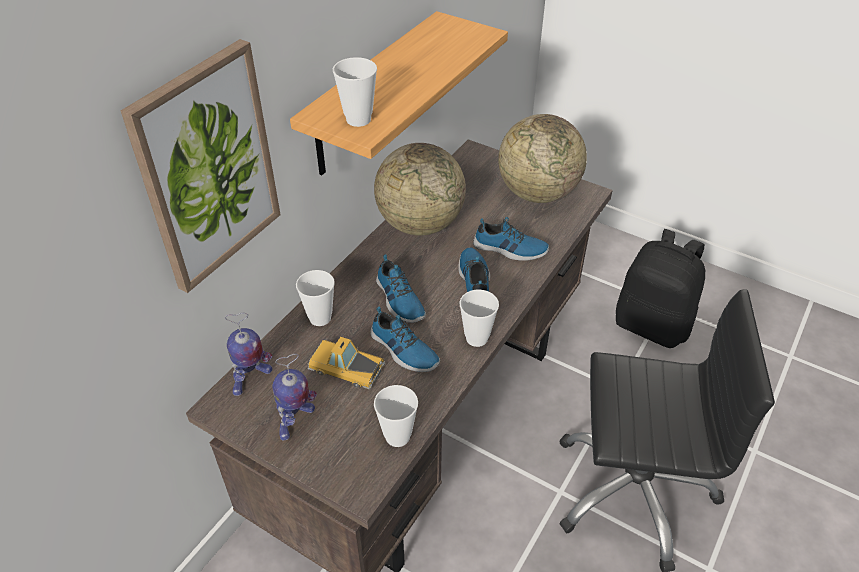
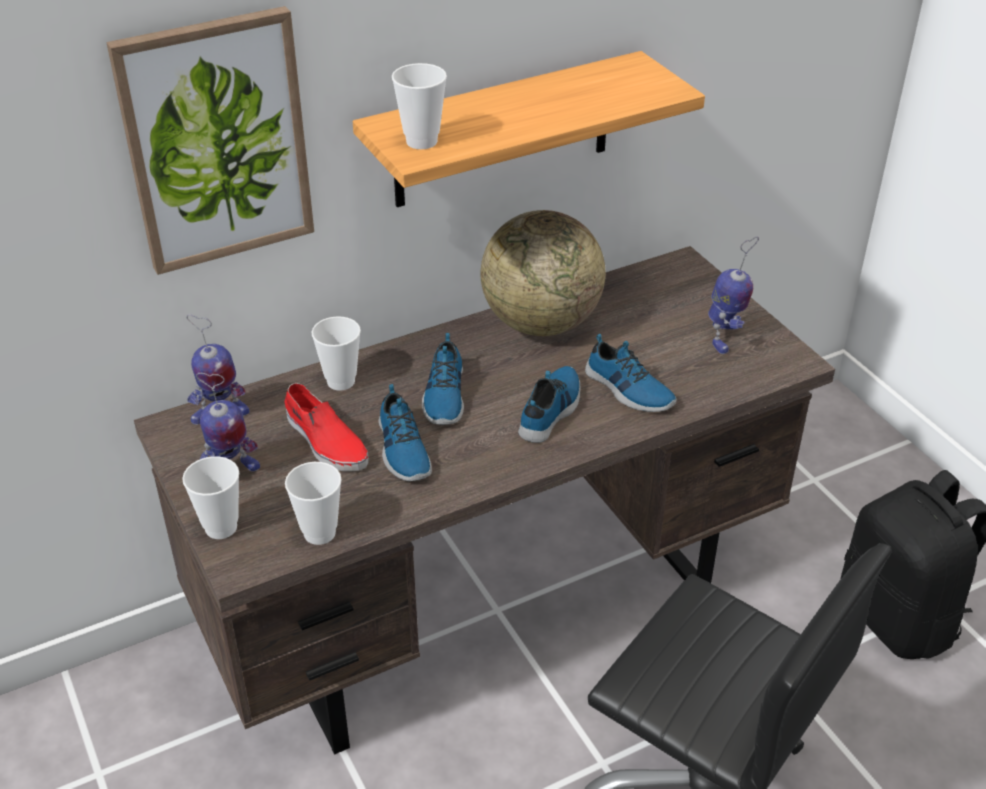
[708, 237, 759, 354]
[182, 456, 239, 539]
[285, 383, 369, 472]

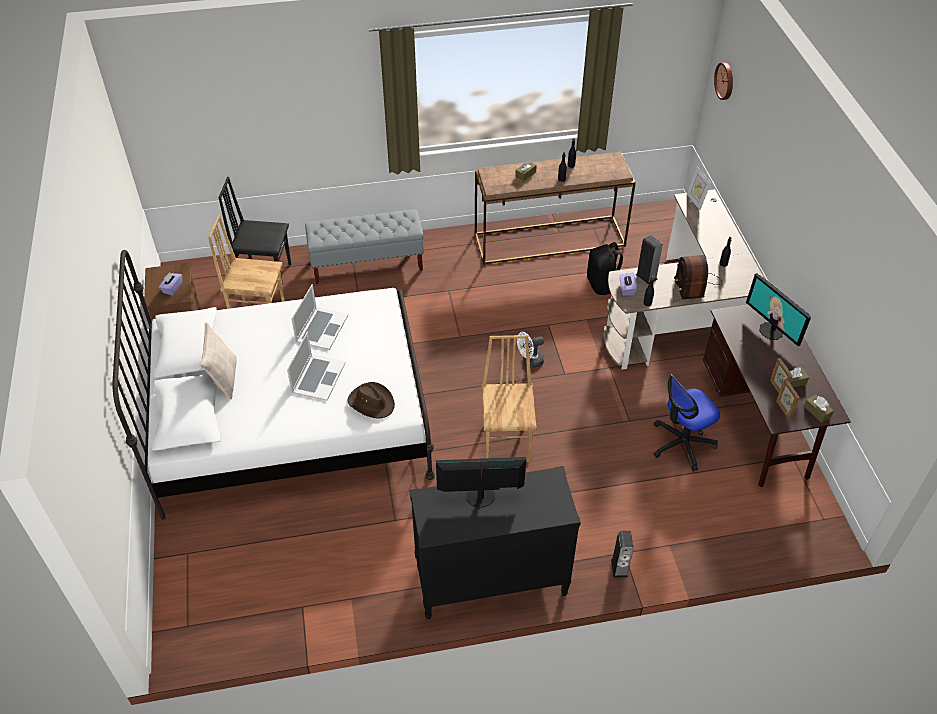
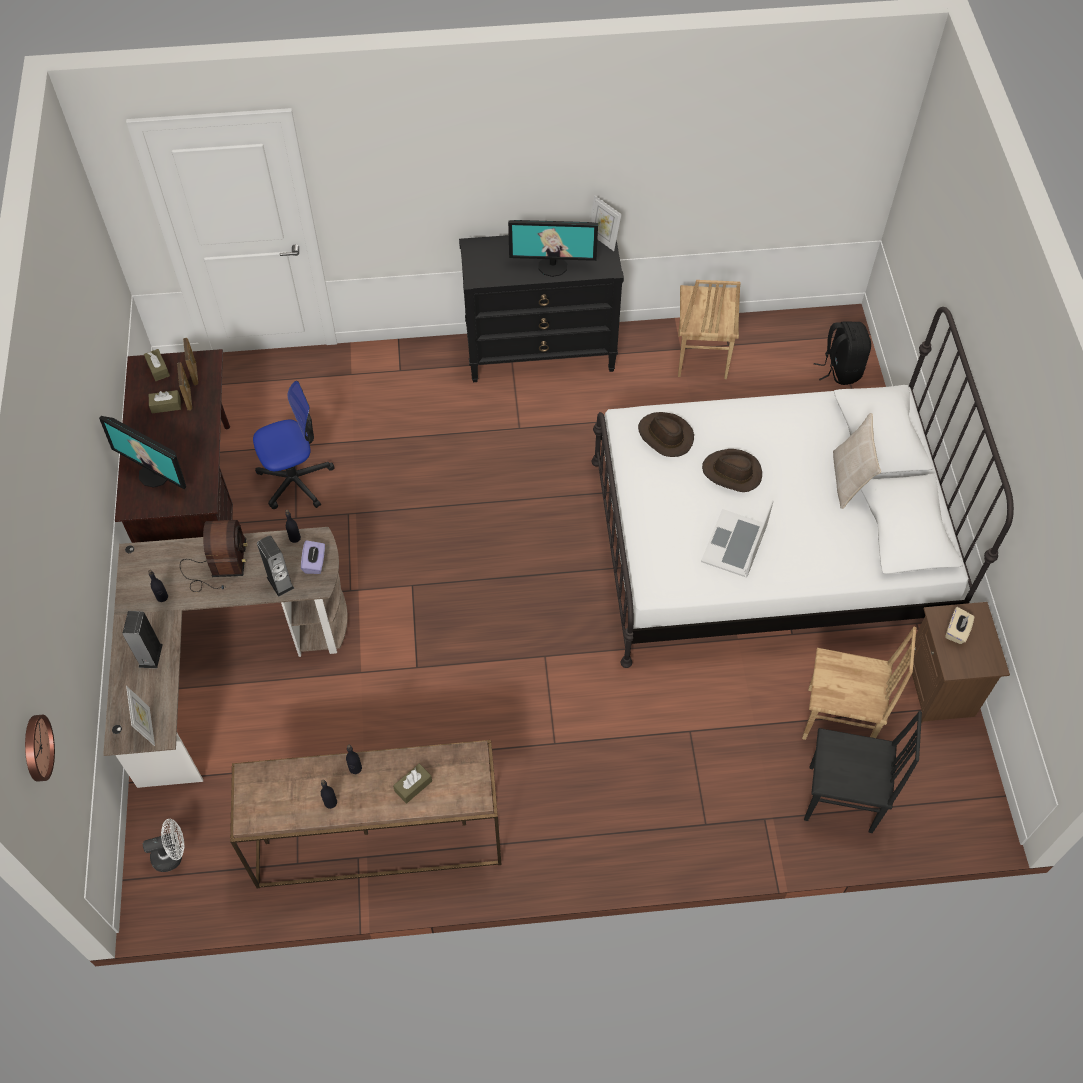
[305, 209, 424, 284] (first image)
[814, 322, 871, 385]
[945, 607, 974, 644]
[99, 416, 186, 489]
[702, 449, 762, 492]
[143, 819, 184, 872]
[678, 280, 741, 379]
[122, 611, 163, 669]
[590, 195, 622, 251]

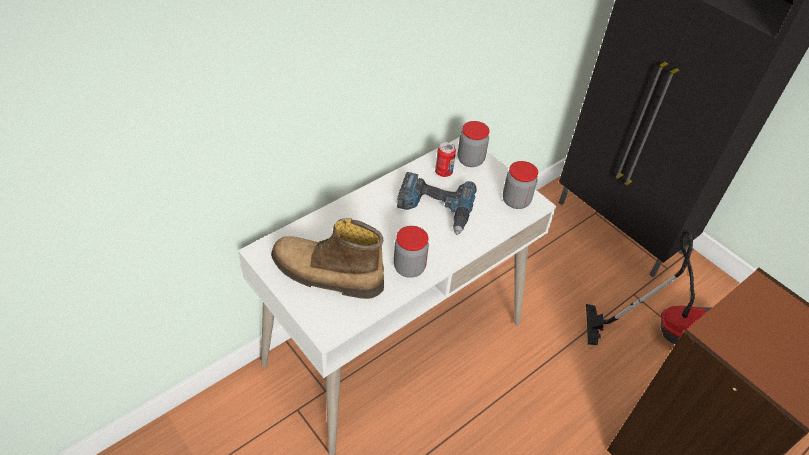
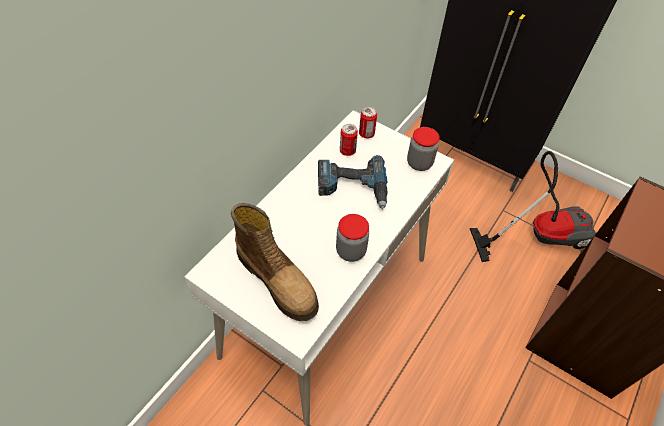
[359, 107, 377, 138]
[231, 203, 319, 321]

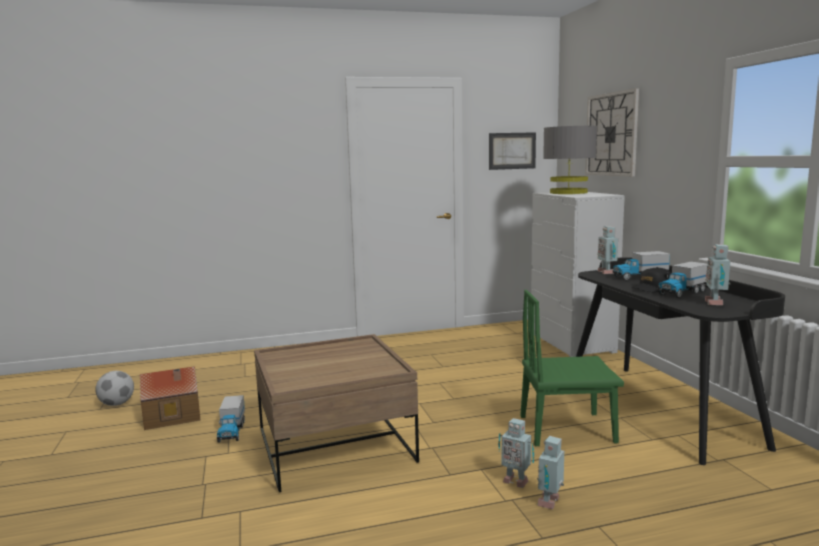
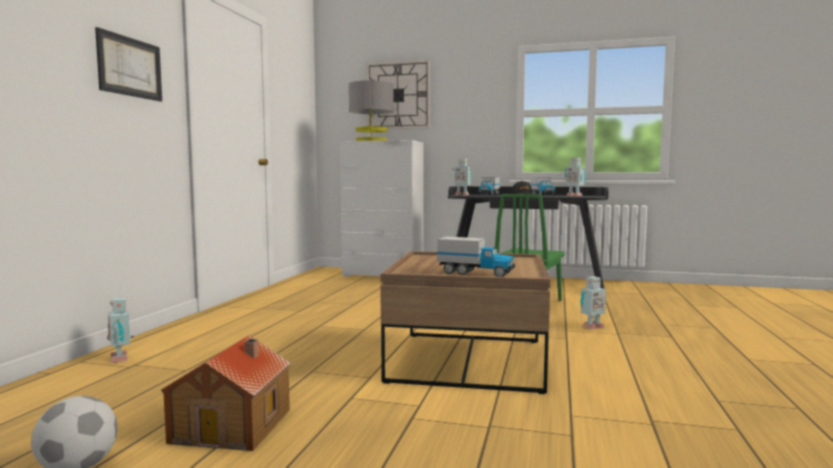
[95, 27, 162, 102]
[437, 237, 516, 277]
[107, 297, 134, 363]

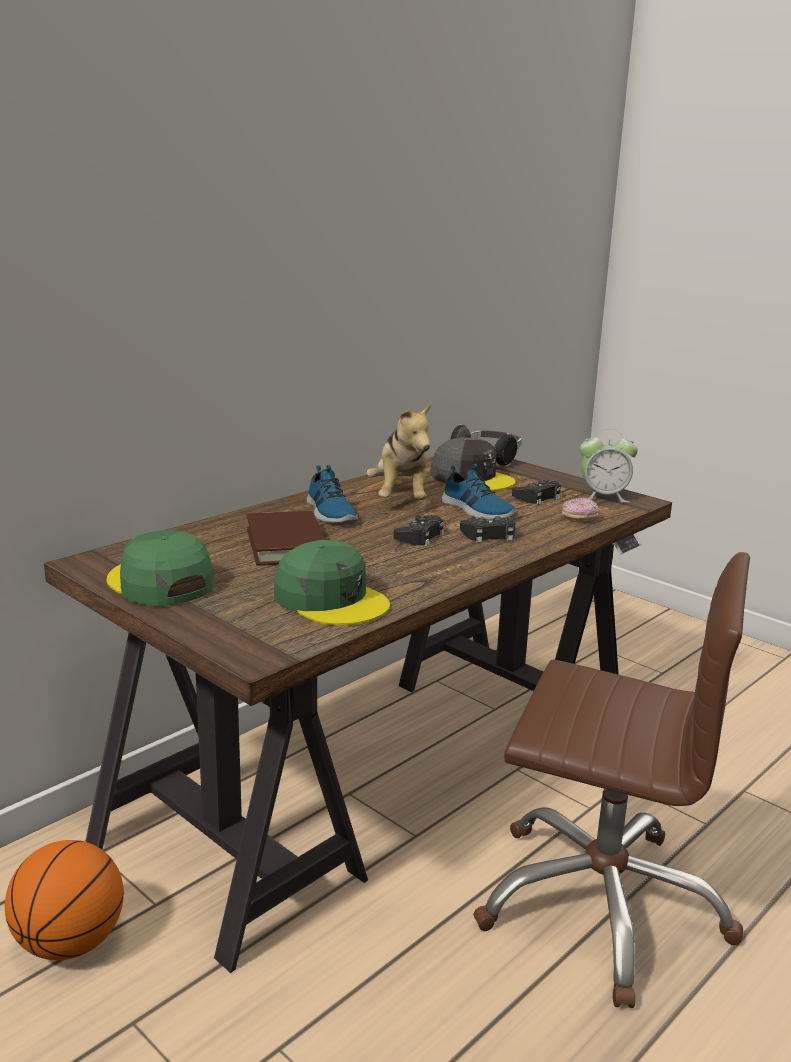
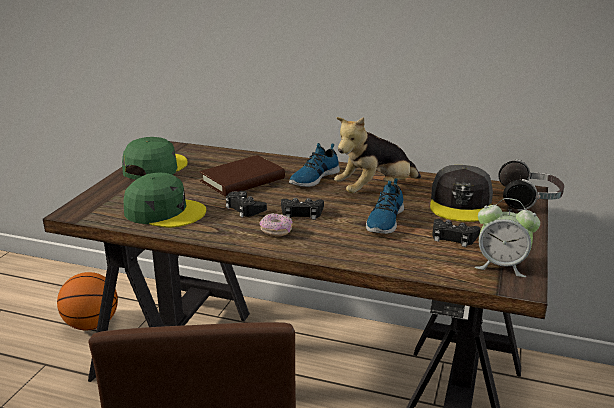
[475, 198, 540, 277]
[260, 213, 292, 237]
[226, 191, 267, 217]
[124, 172, 206, 228]

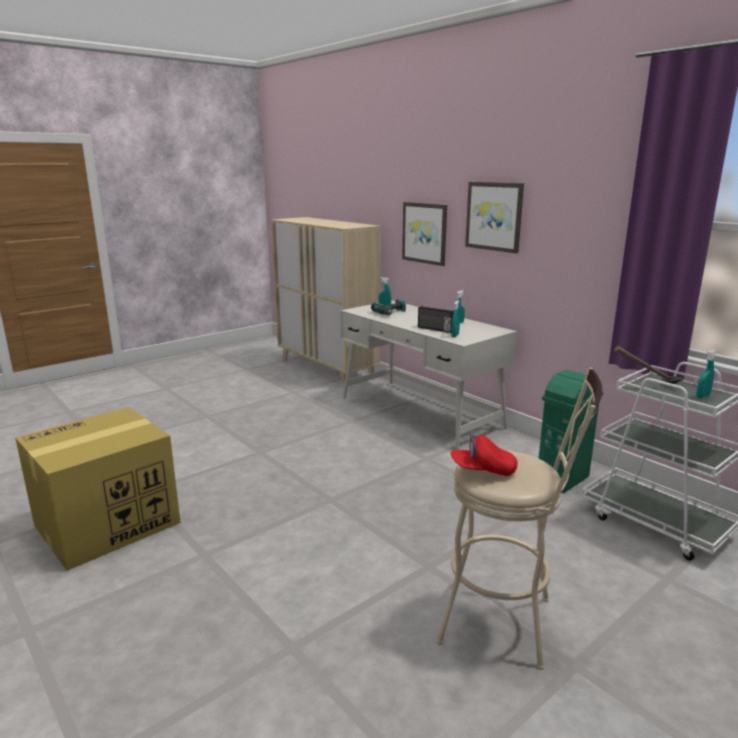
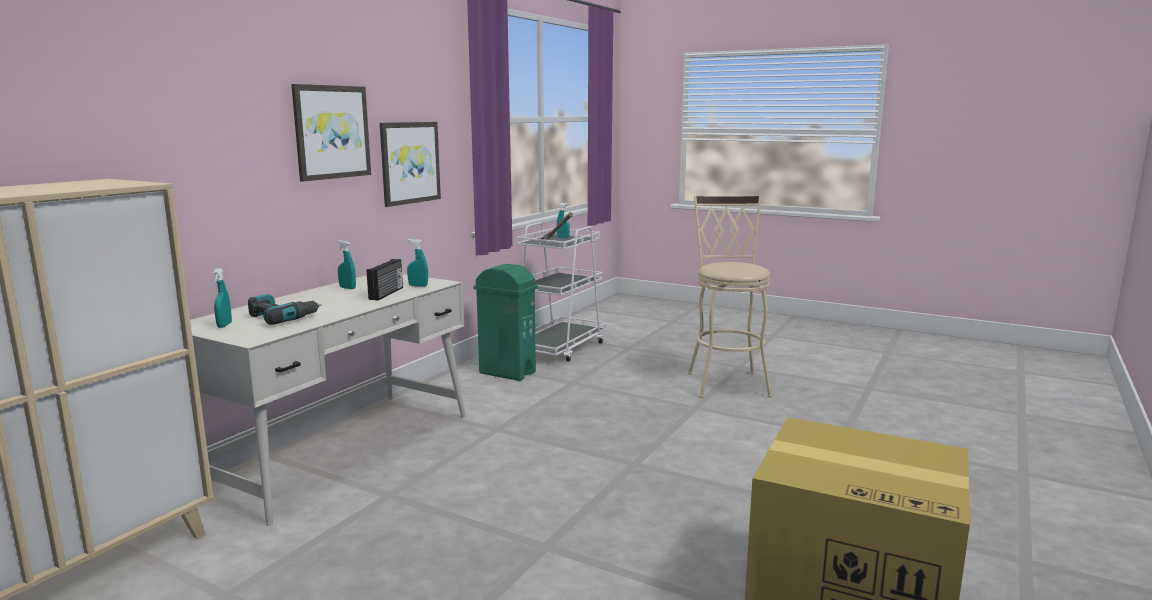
[380, 122, 441, 207]
[451, 431, 517, 476] (first image)

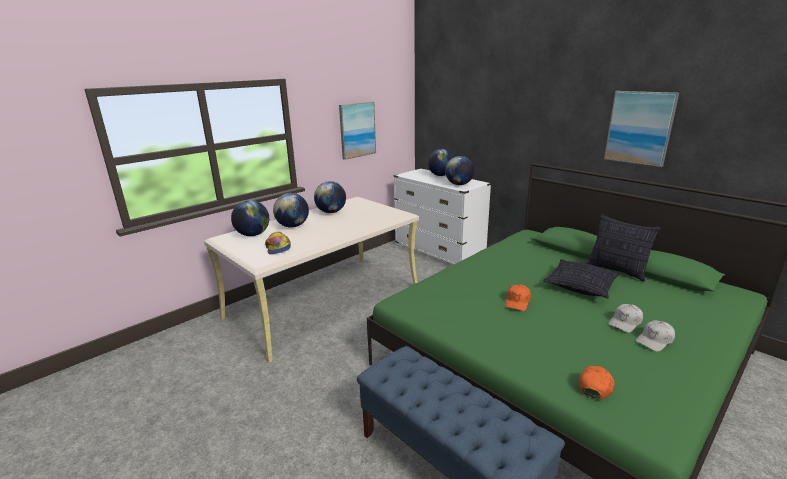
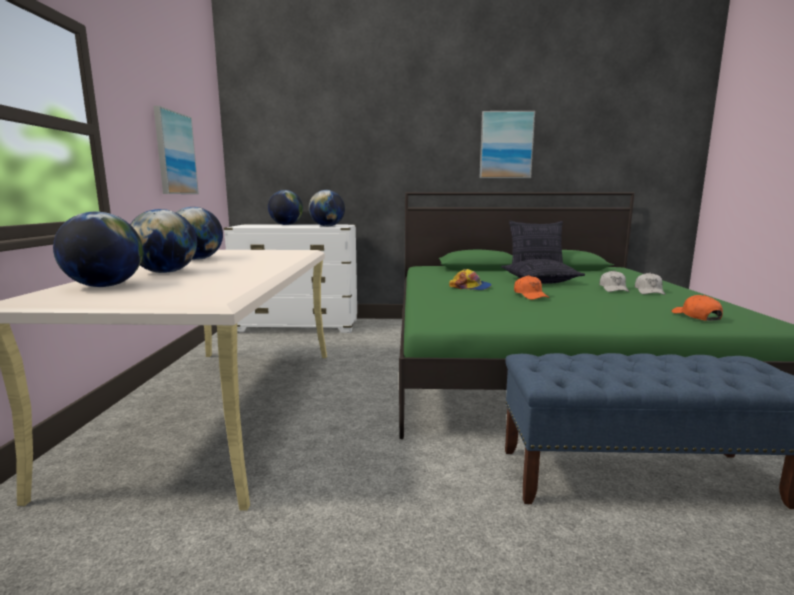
[449, 269, 492, 290]

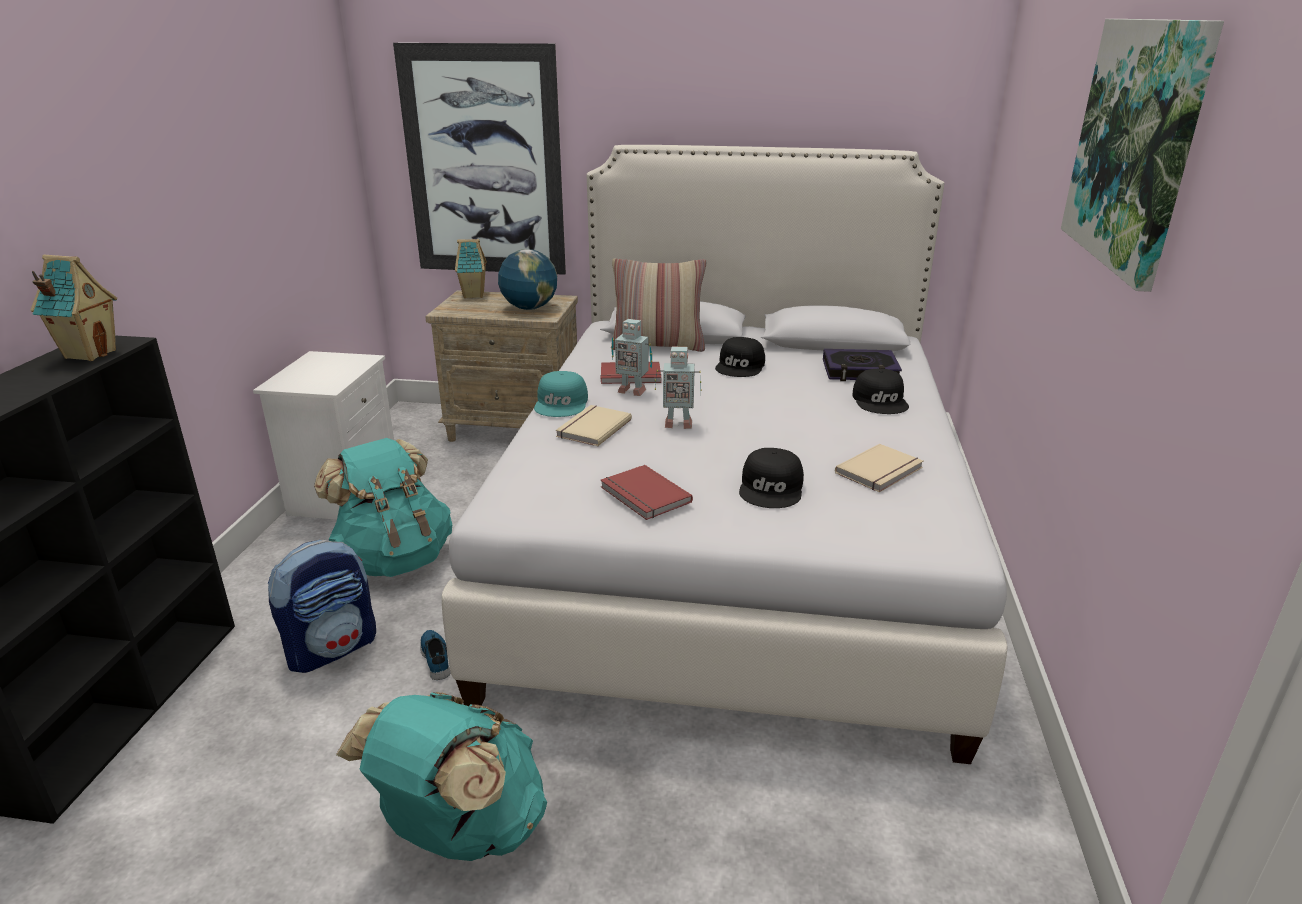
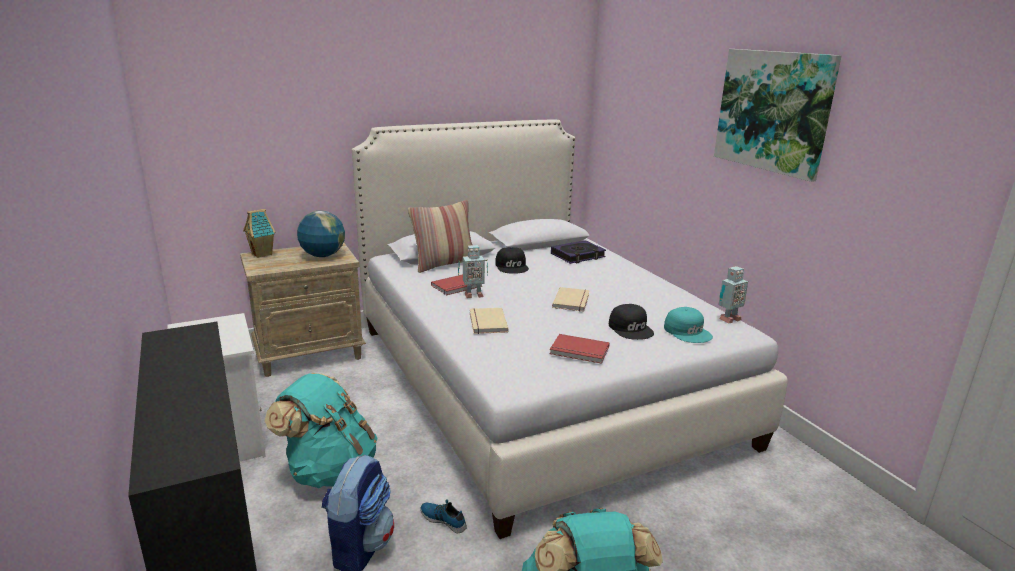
[393, 43, 566, 275] (first image)
[31, 254, 117, 361] (first image)
[718, 266, 748, 323]
[853, 369, 909, 414] (first image)
[664, 307, 713, 343]
[552, 287, 590, 311]

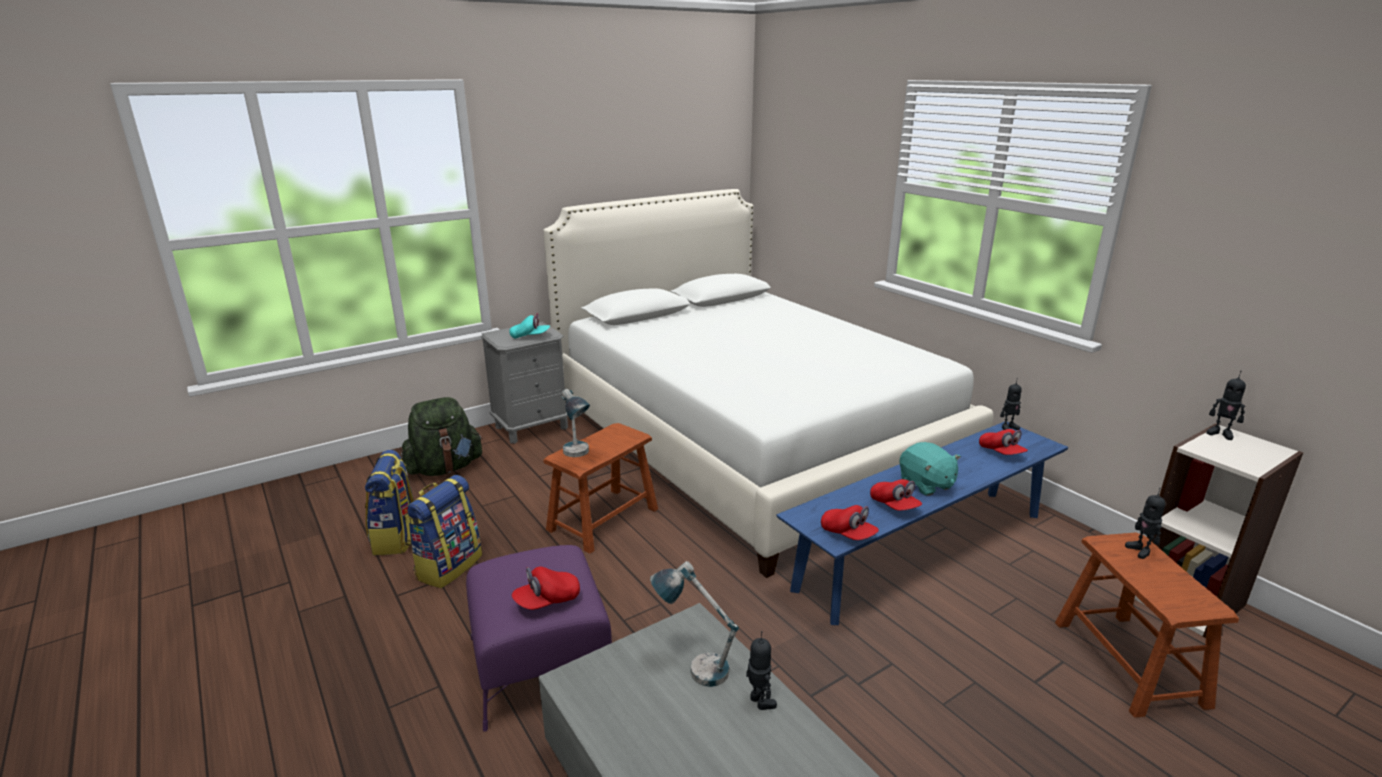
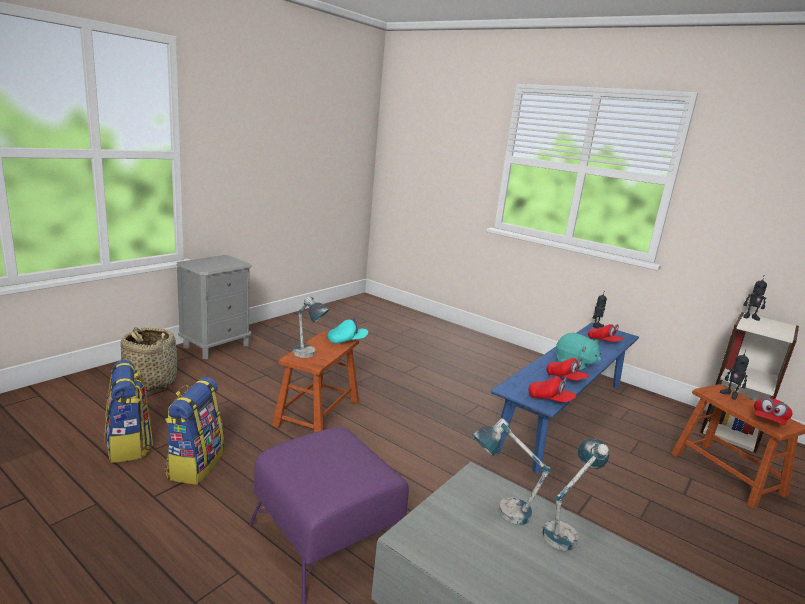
[543, 189, 994, 578] (first image)
[328, 317, 368, 344]
[121, 327, 177, 392]
[754, 398, 792, 425]
[542, 439, 609, 551]

